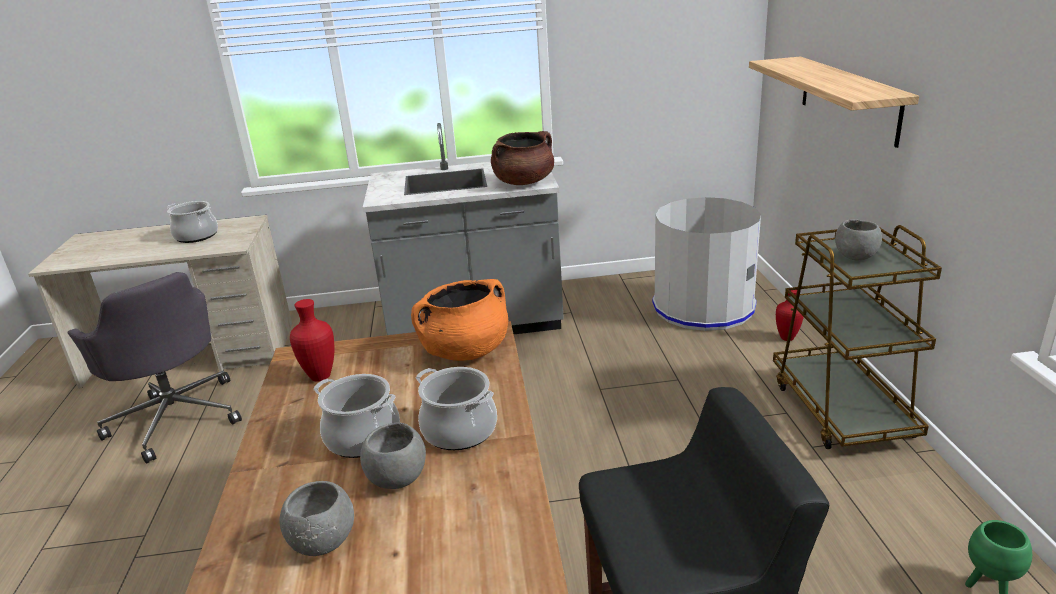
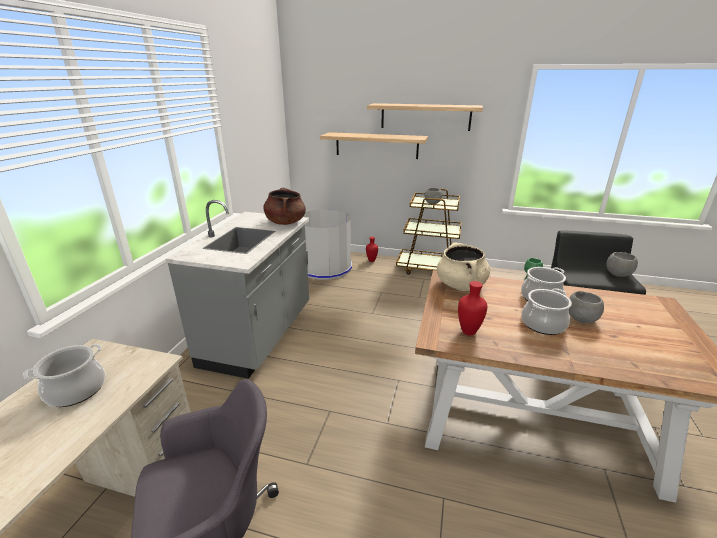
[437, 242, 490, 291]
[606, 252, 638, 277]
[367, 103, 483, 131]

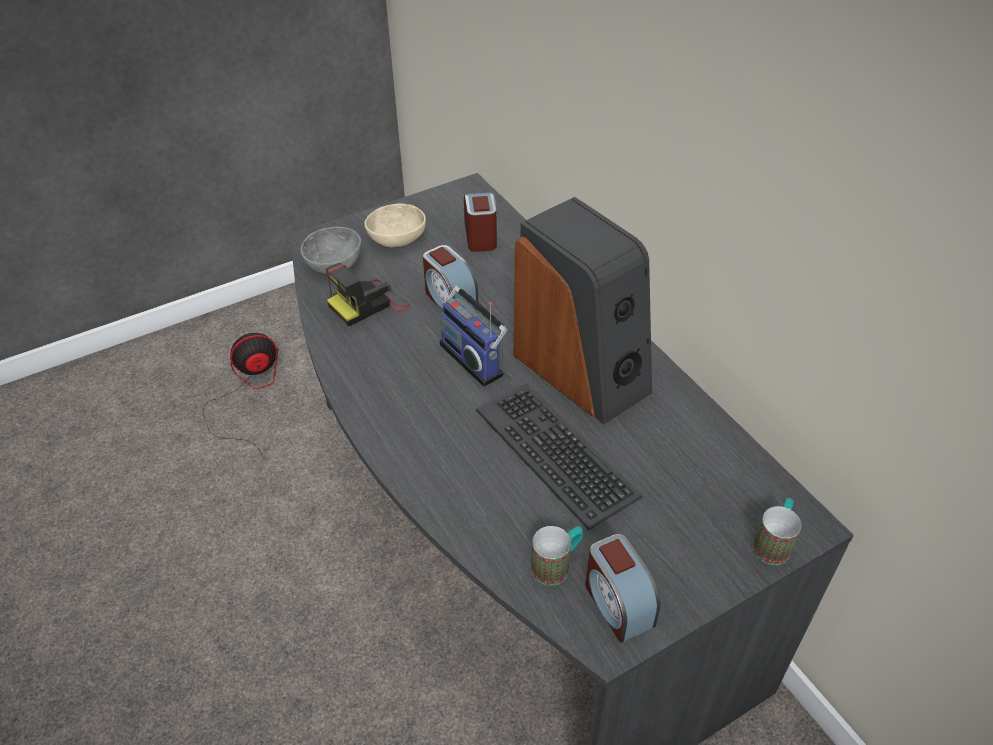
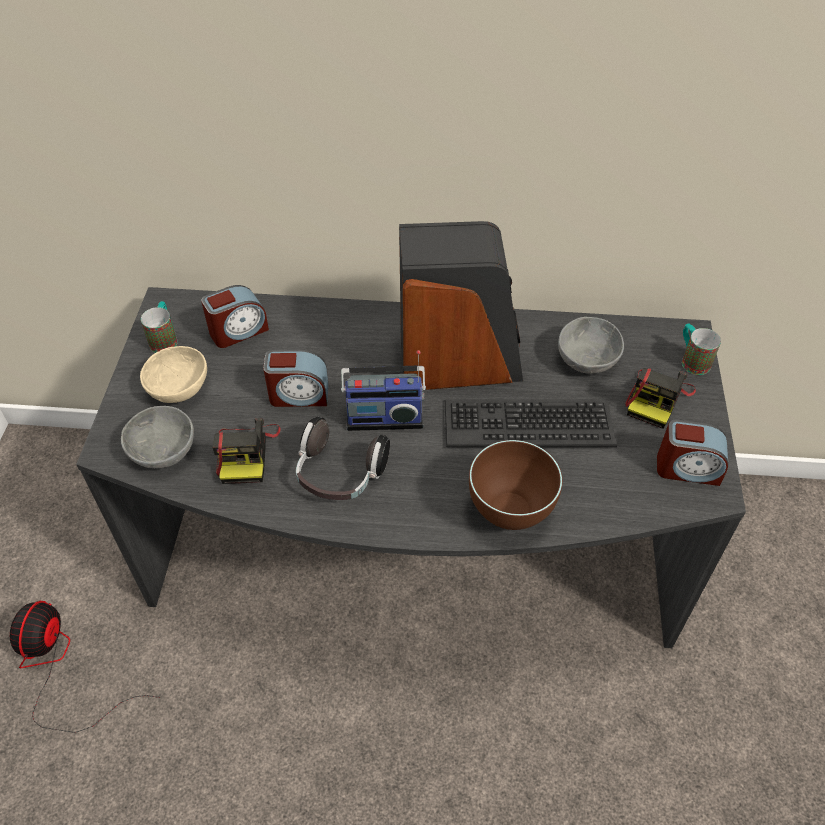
[201, 285, 269, 348]
[141, 301, 178, 353]
[558, 317, 624, 374]
[625, 368, 696, 429]
[296, 417, 390, 500]
[469, 440, 563, 530]

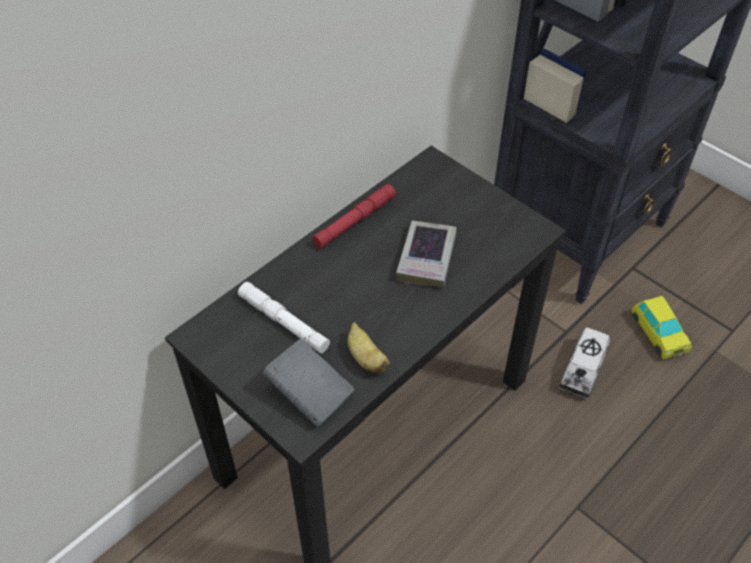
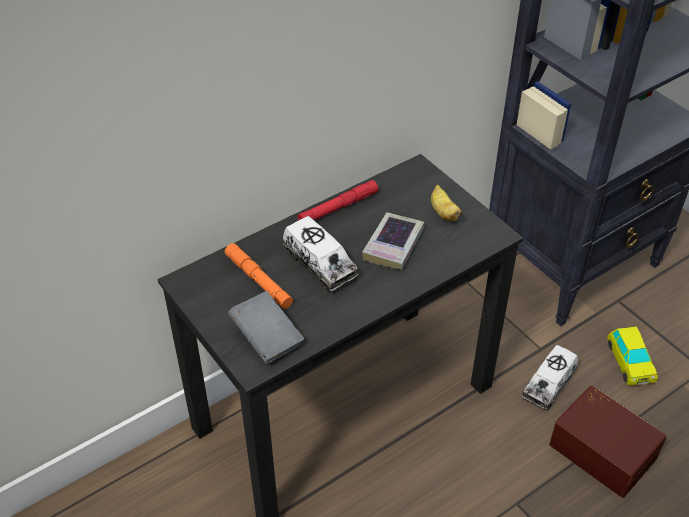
[225, 243, 293, 309]
[431, 185, 463, 221]
[283, 216, 358, 293]
[549, 385, 667, 498]

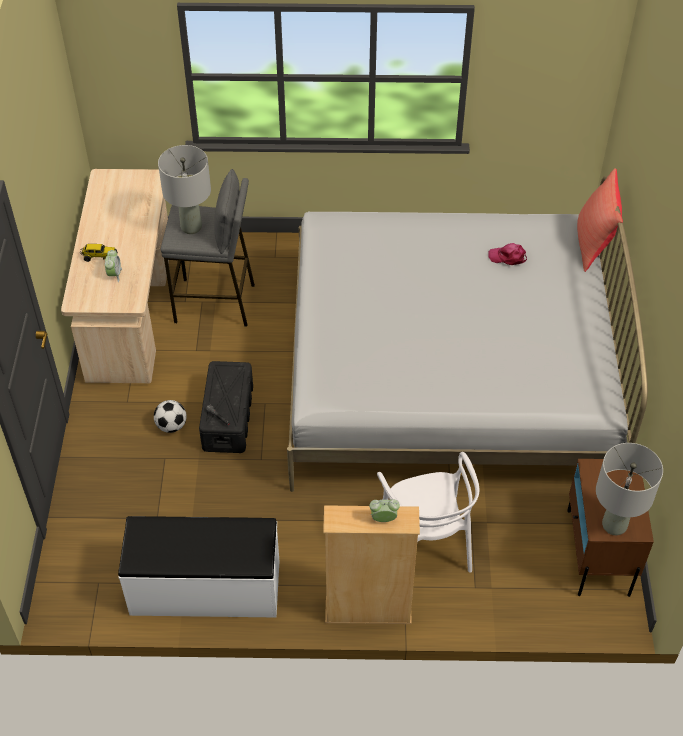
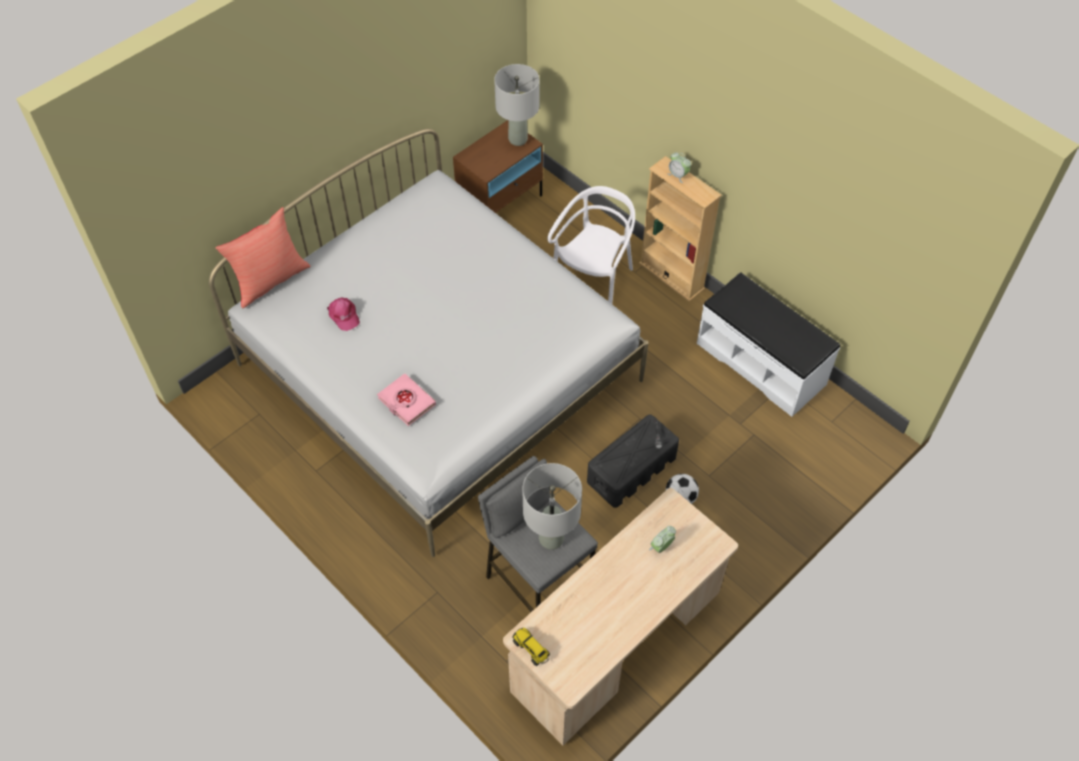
[512, 628, 550, 666]
[377, 374, 436, 426]

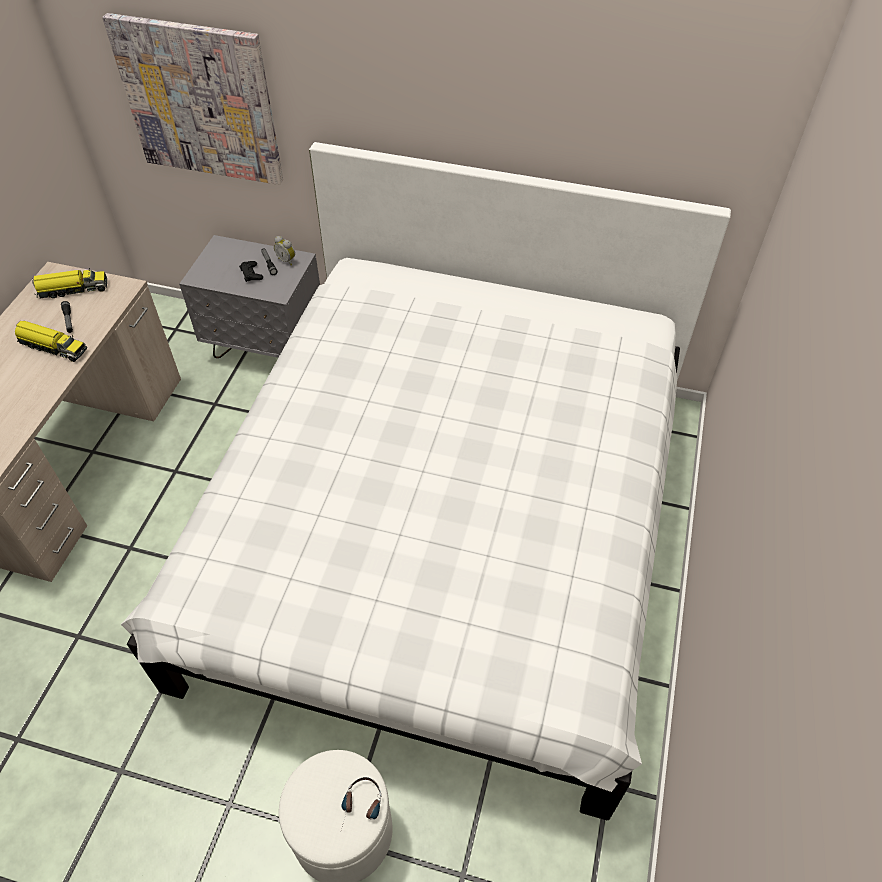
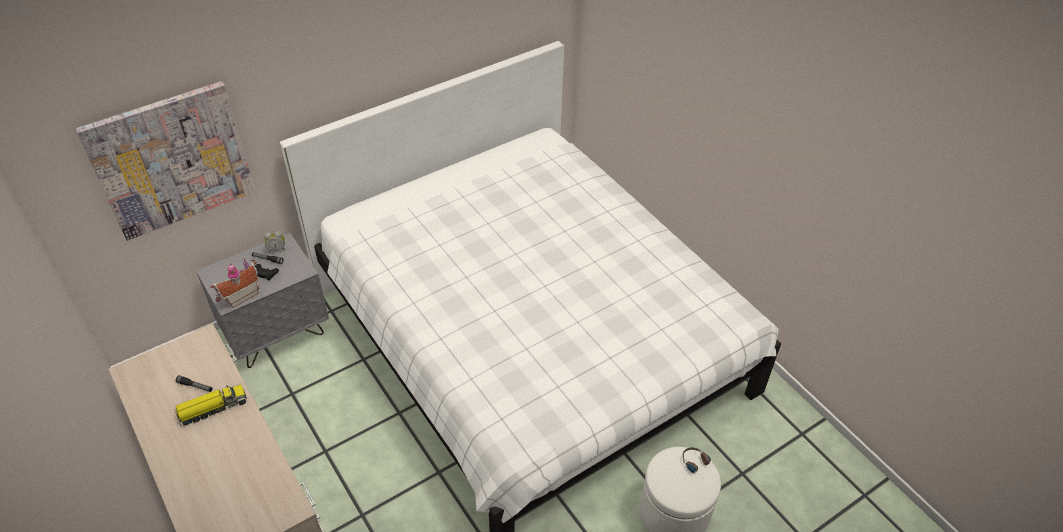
[32, 268, 107, 298] (first image)
[210, 258, 260, 308]

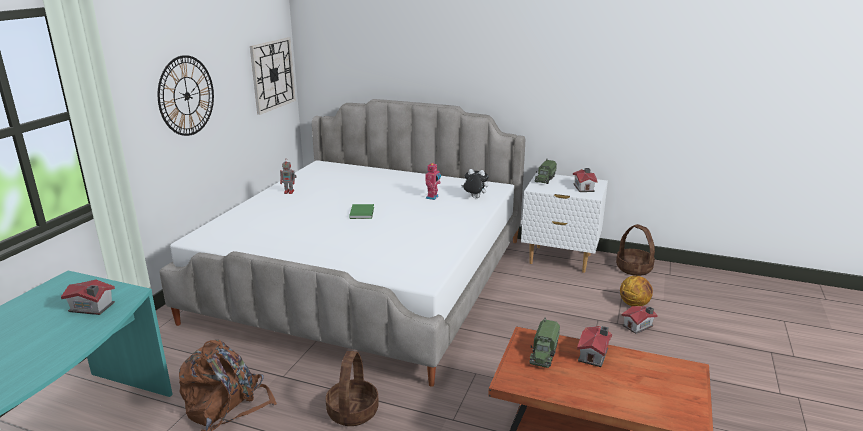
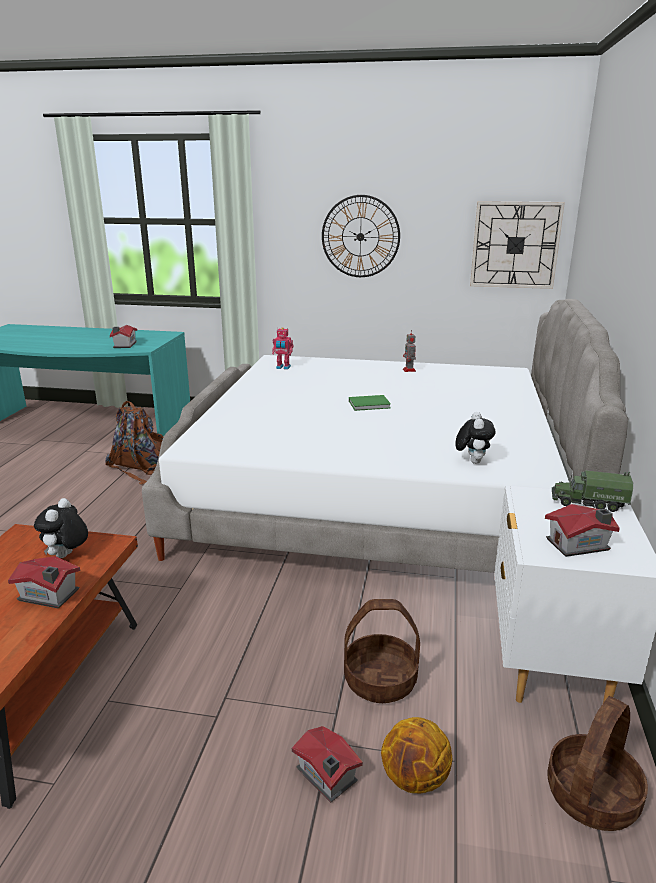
[272, 327, 293, 370]
[34, 498, 88, 558]
[344, 599, 420, 703]

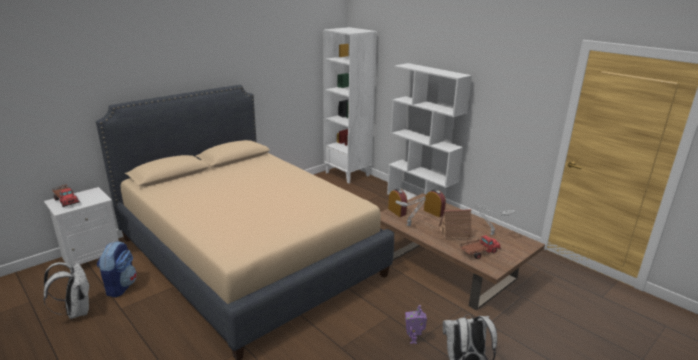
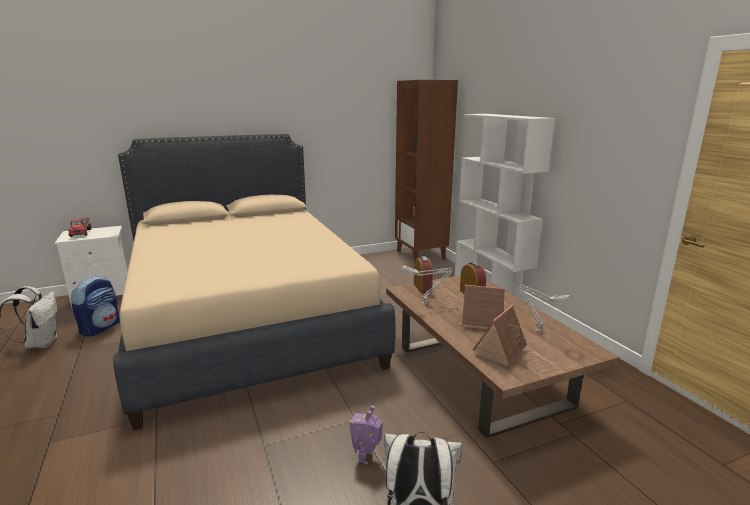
[395, 80, 458, 263]
[473, 305, 527, 366]

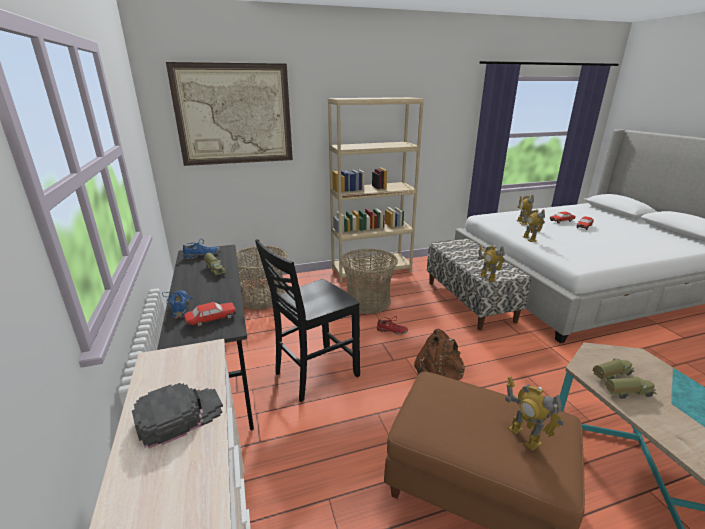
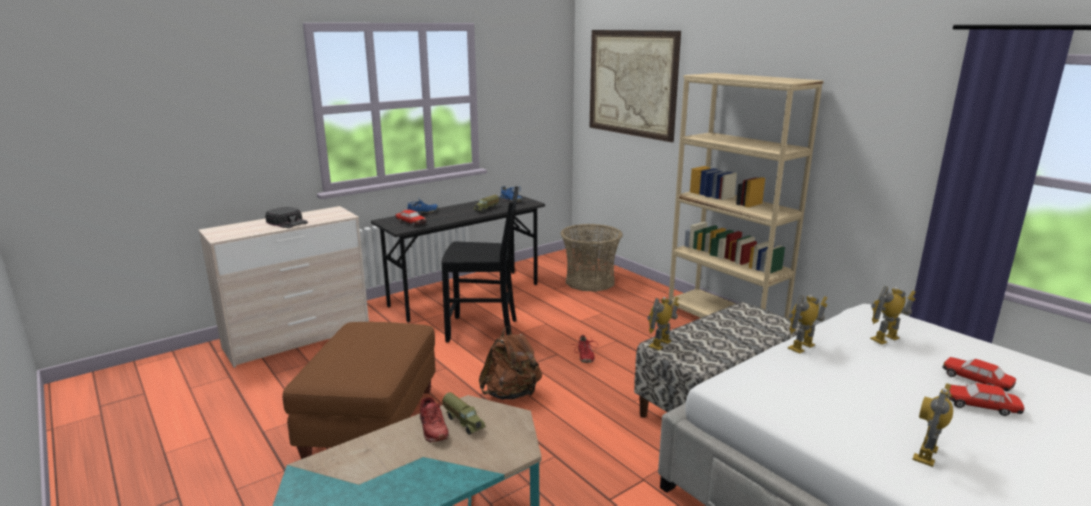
[441, 186, 519, 342]
[340, 249, 398, 314] (first image)
[912, 383, 953, 467]
[420, 397, 449, 442]

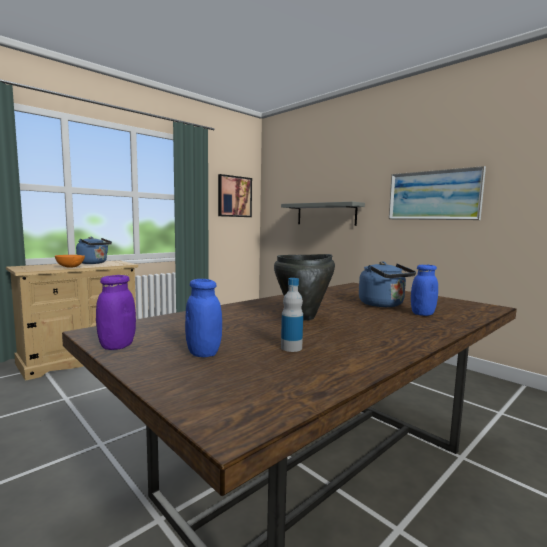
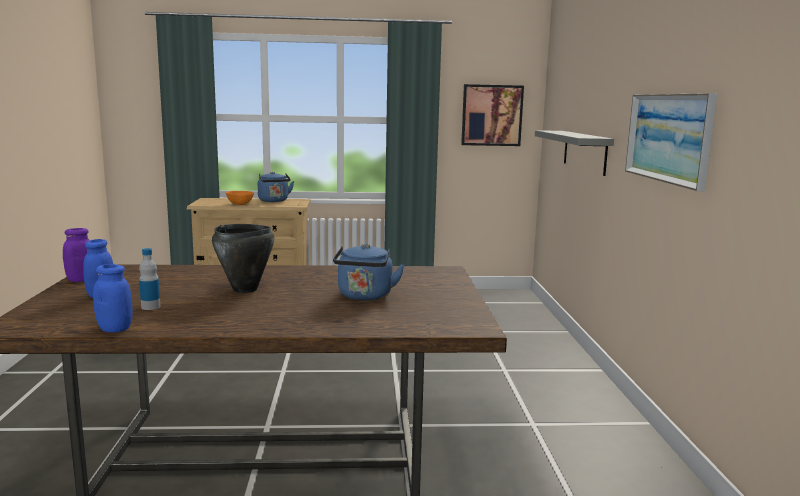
[93, 264, 133, 333]

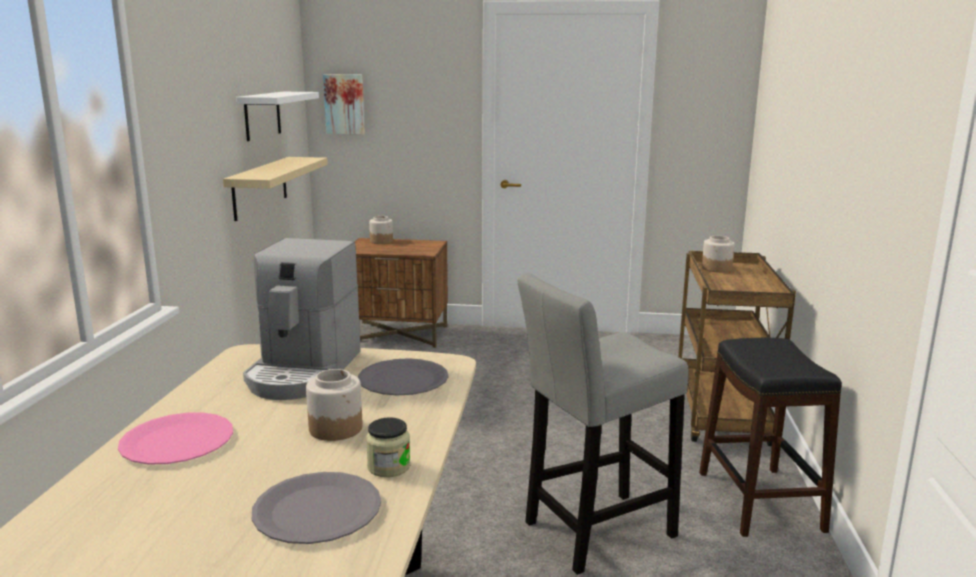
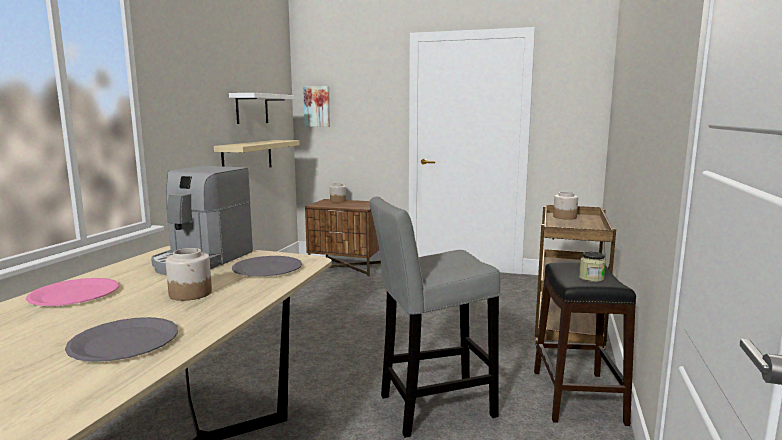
[579, 252, 606, 282]

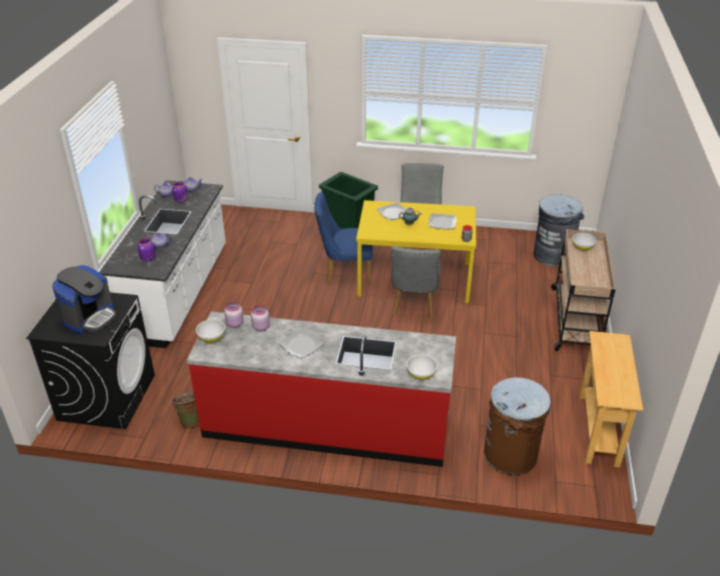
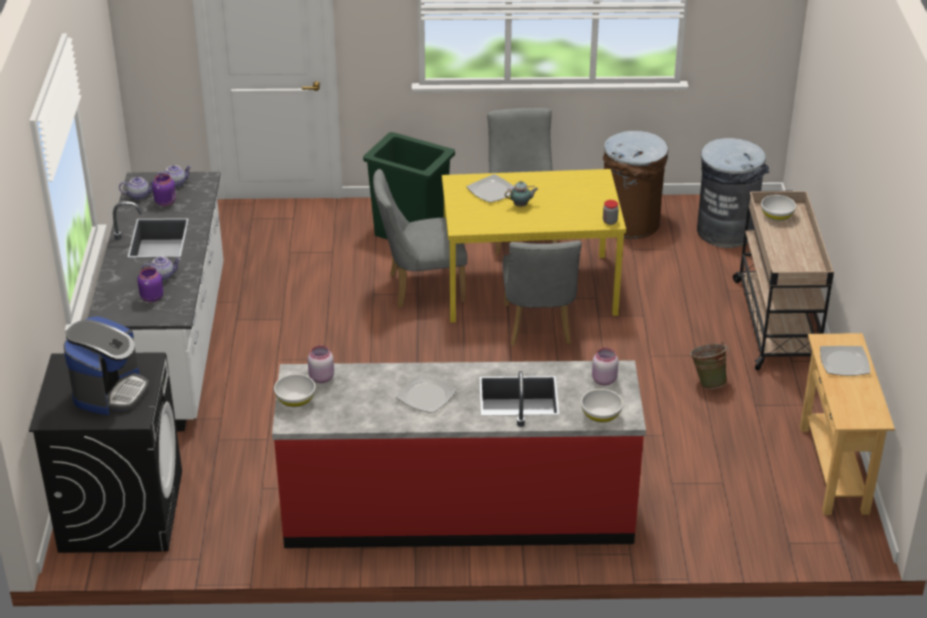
[373, 169, 467, 307]
[820, 346, 871, 376]
[592, 348, 618, 385]
[603, 131, 668, 239]
[690, 342, 729, 389]

